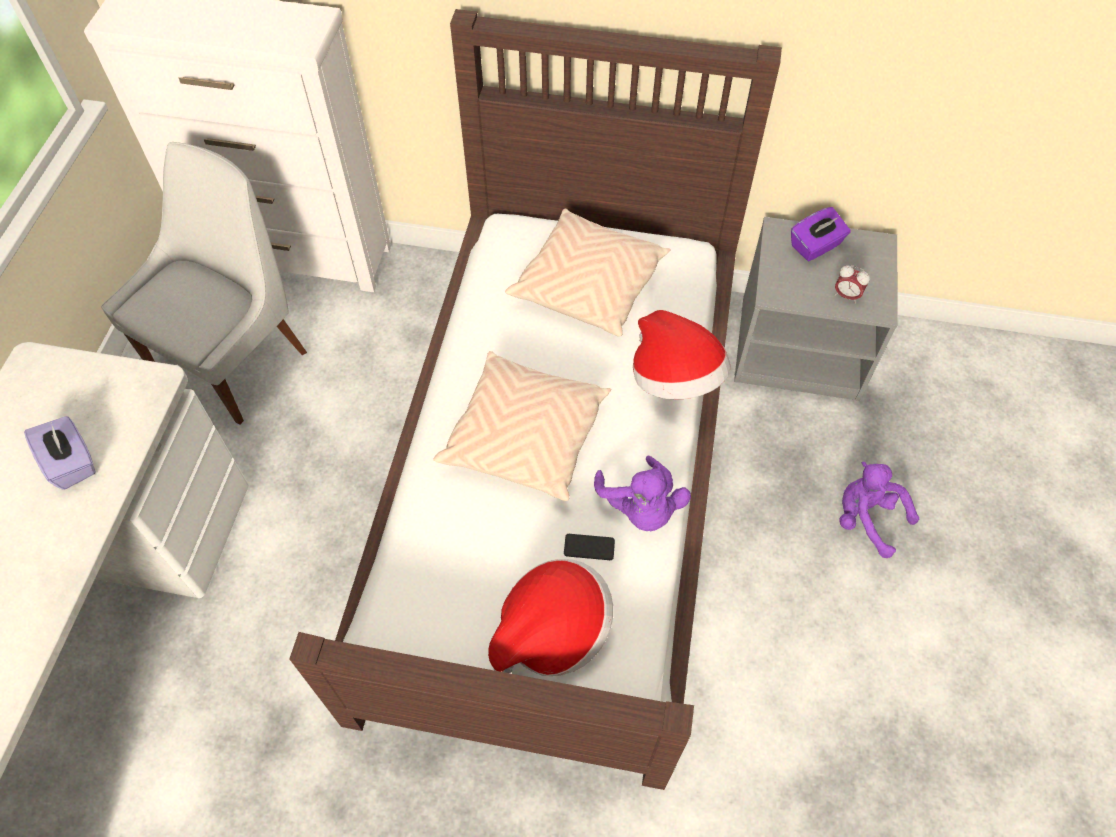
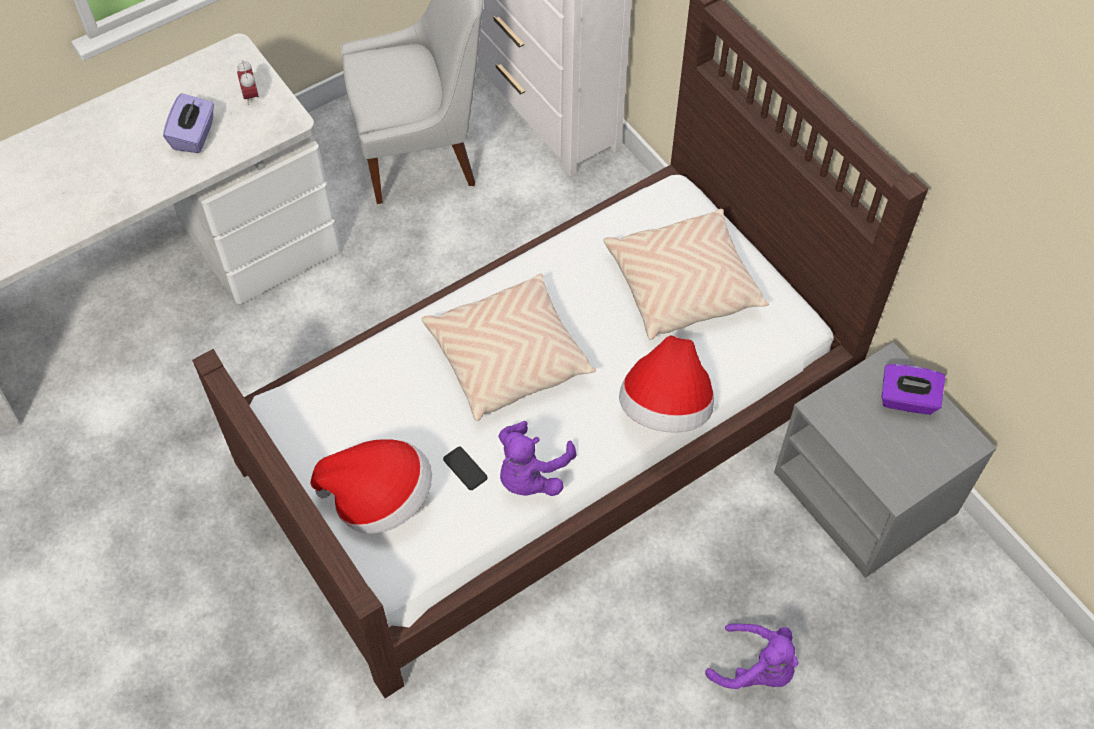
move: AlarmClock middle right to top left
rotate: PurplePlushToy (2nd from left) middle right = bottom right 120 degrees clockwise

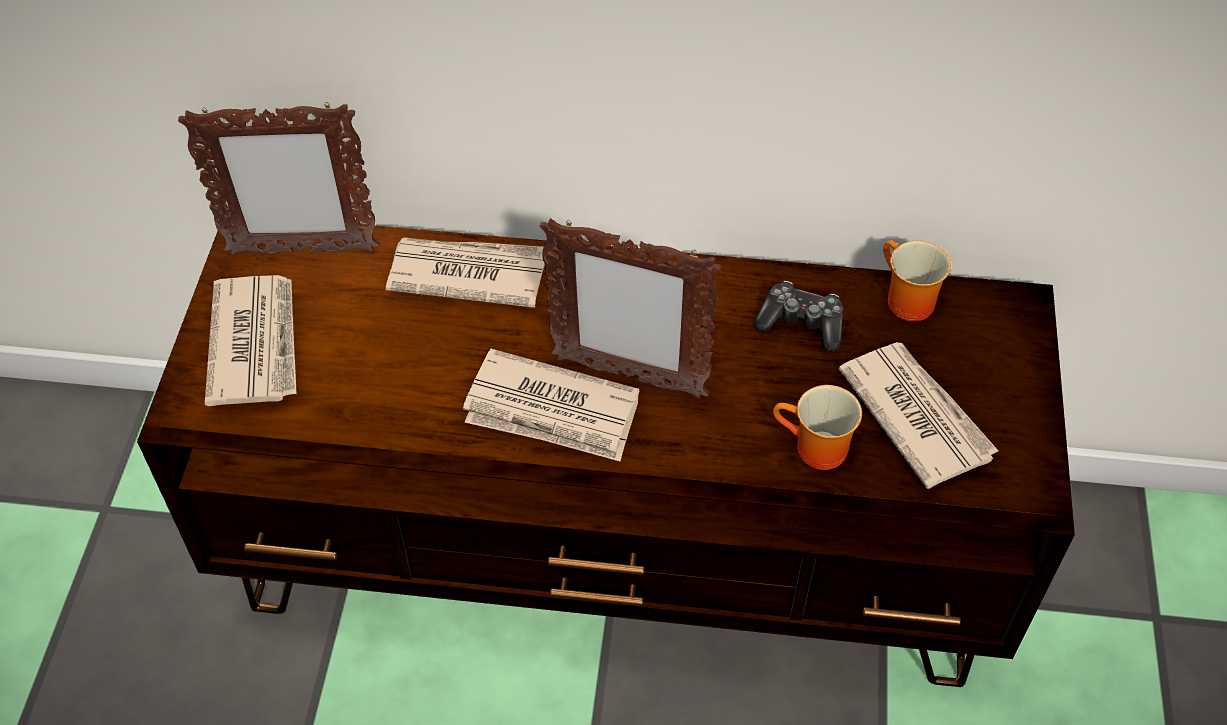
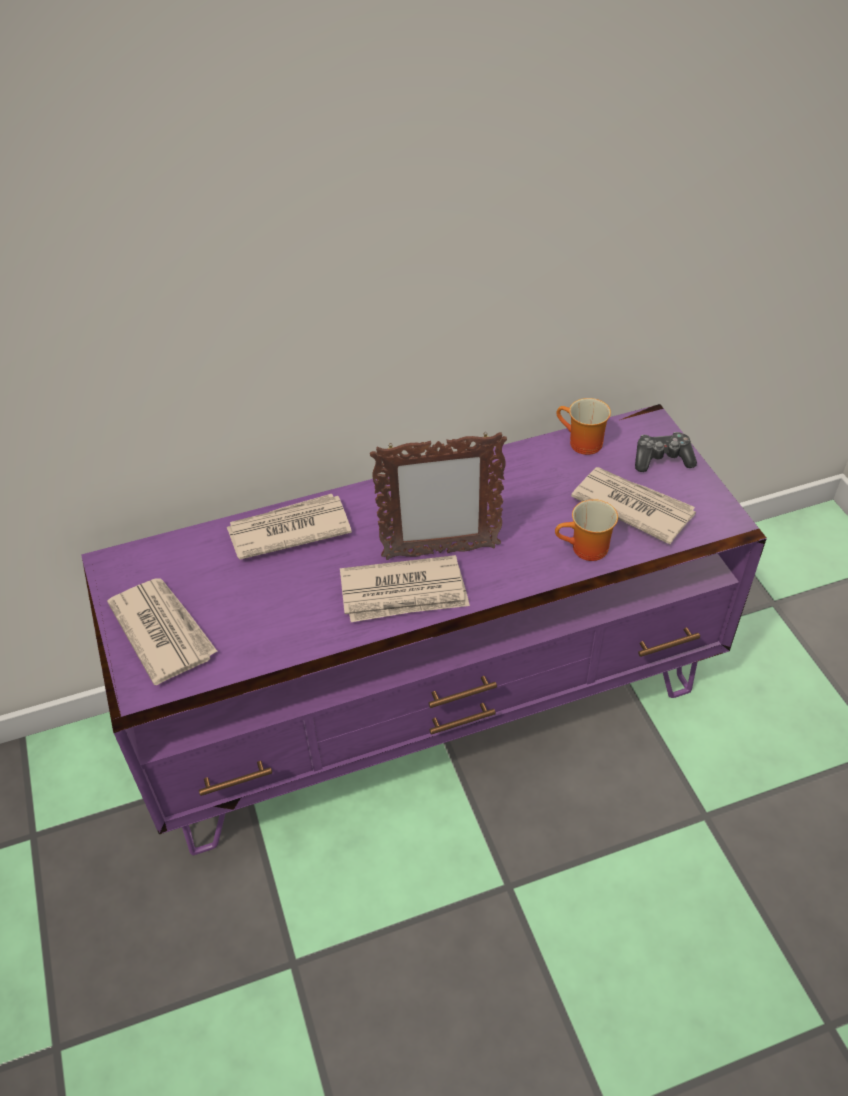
delete: PictureFrame (1st from left) top left
move: GameController centre to middle right
recolor: BrownTvStand centre to PurpleTvStand centre

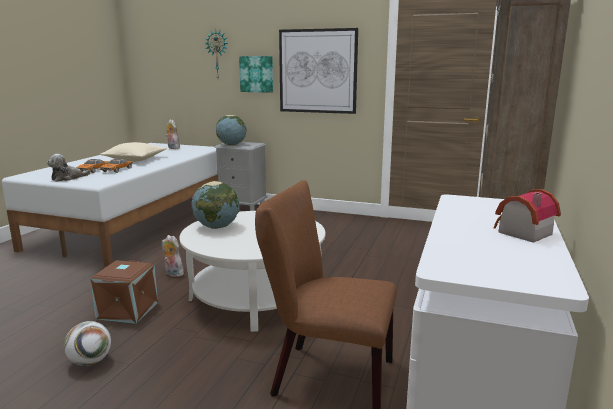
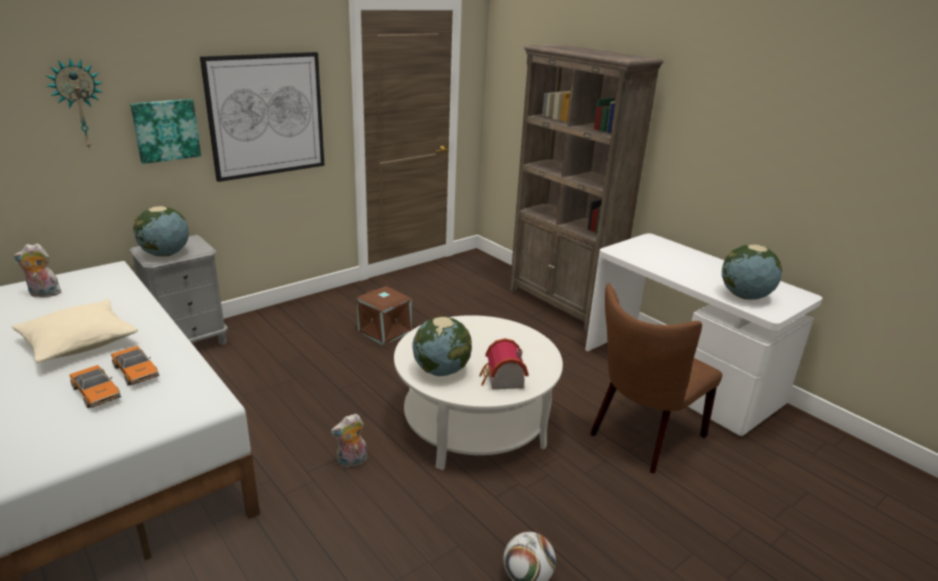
delete: PlushToy (1st from left) middle left
insert: Globe (3rd from left) middle right
move: BrownStorageBox bottom left to centre; ToyHouse middle right to centre

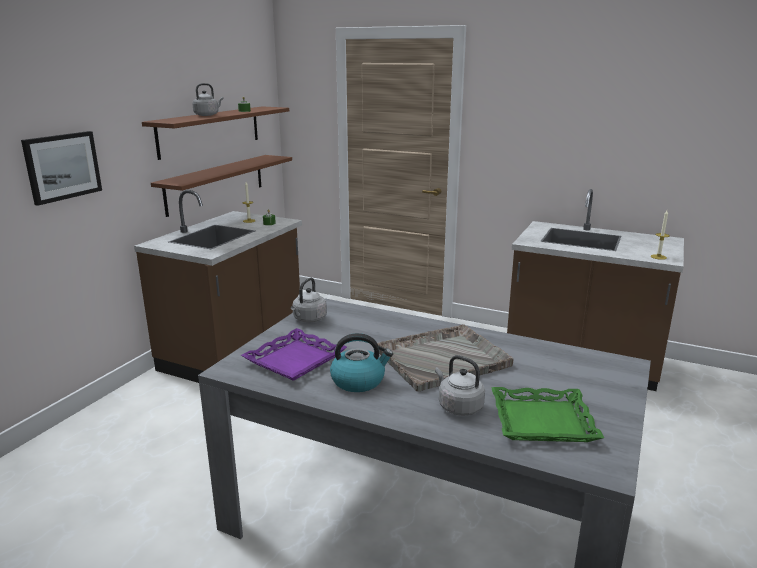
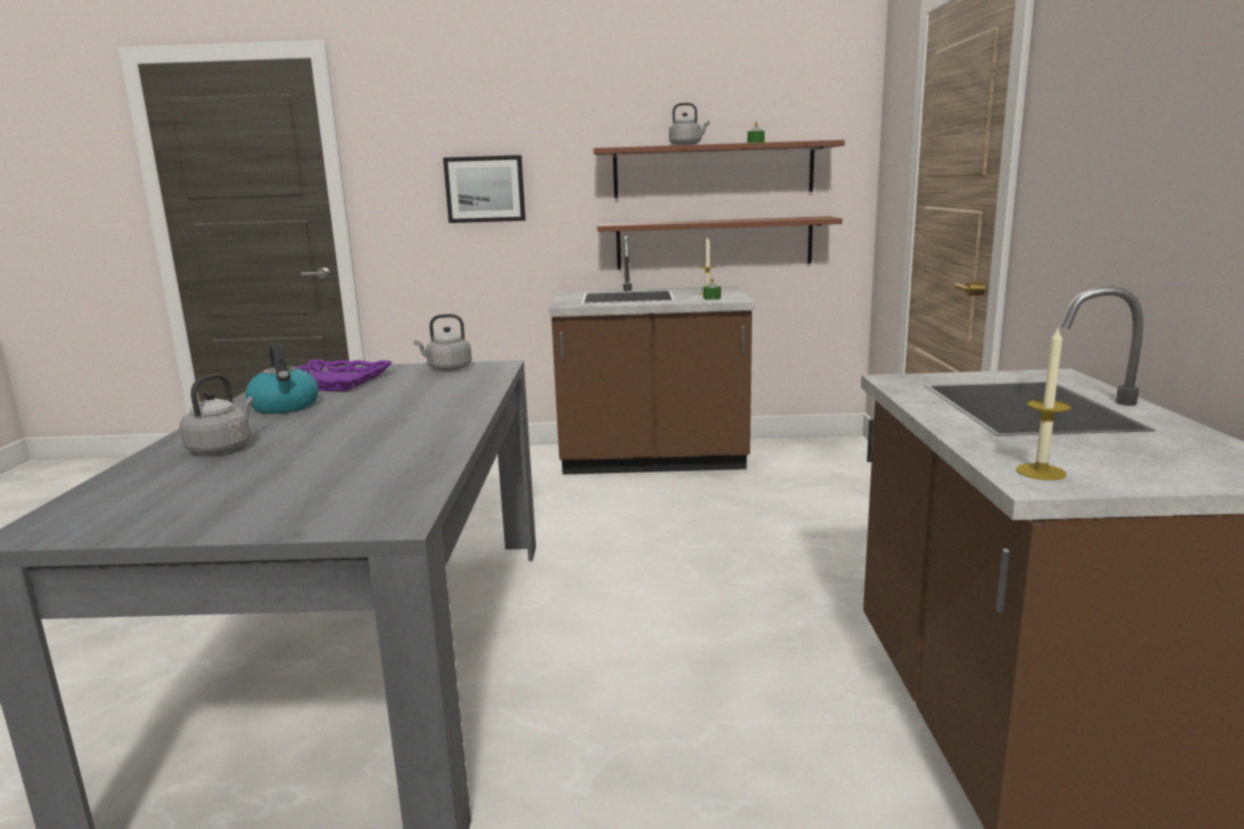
delete: GreyTray centre; GreenTray bottom right

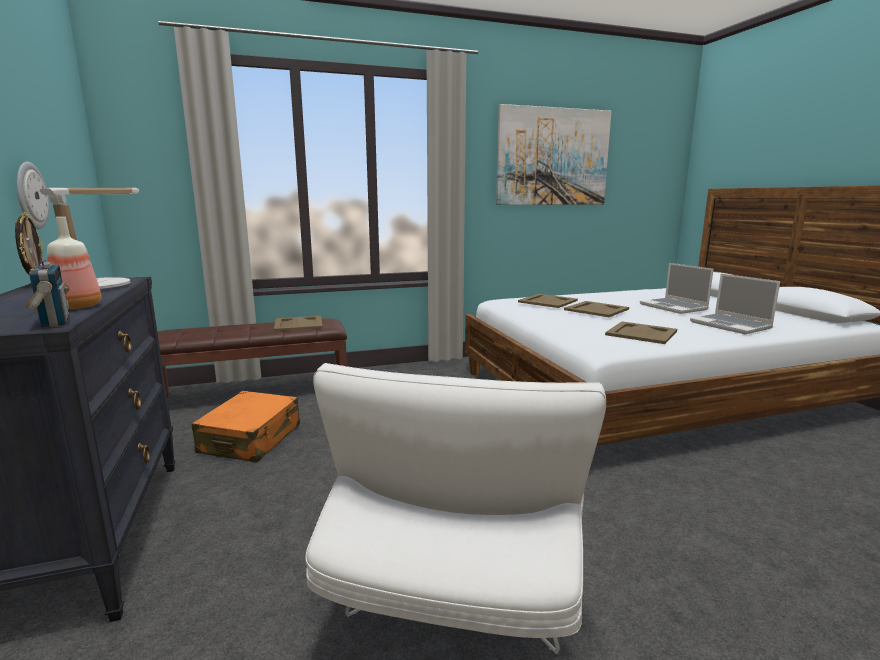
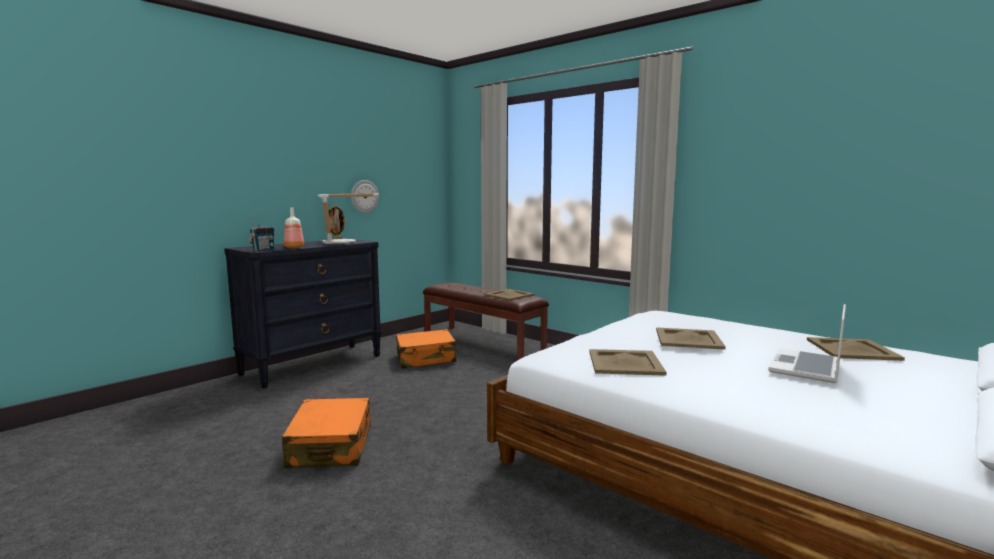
delete: Picture top centre; Laptop (2nd from left) middle right
move: BeigeTray (2nd from left in the first image) centre to BeigeTray (4th from left) middle right
replace: WhiteArmchair bottom centre to OrangeSuitcase (1st from left) bottom left

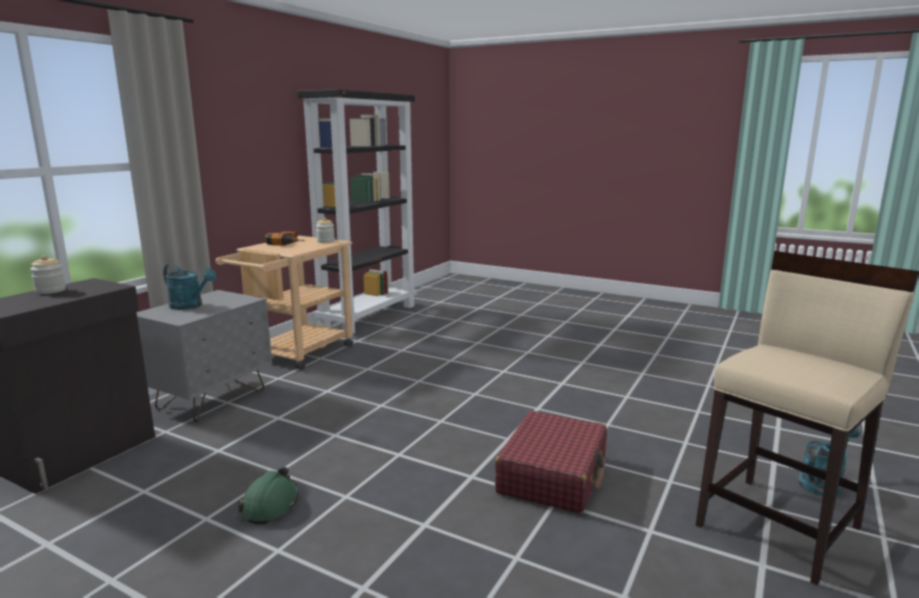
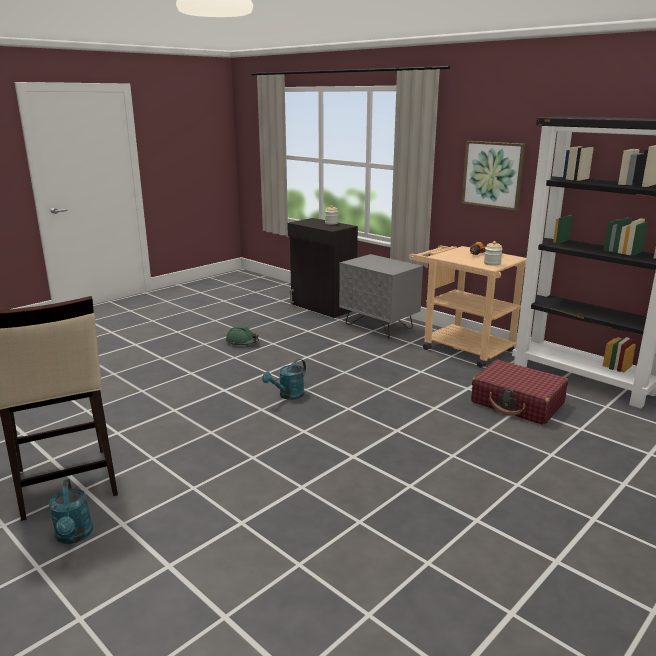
insert: Picture top right
move: TurquoiseWateringCan (1st from left in the first image) middle left to TurquoiseWateringCan (2nd from left) centre; RedSuitcase bottom centre to middle right

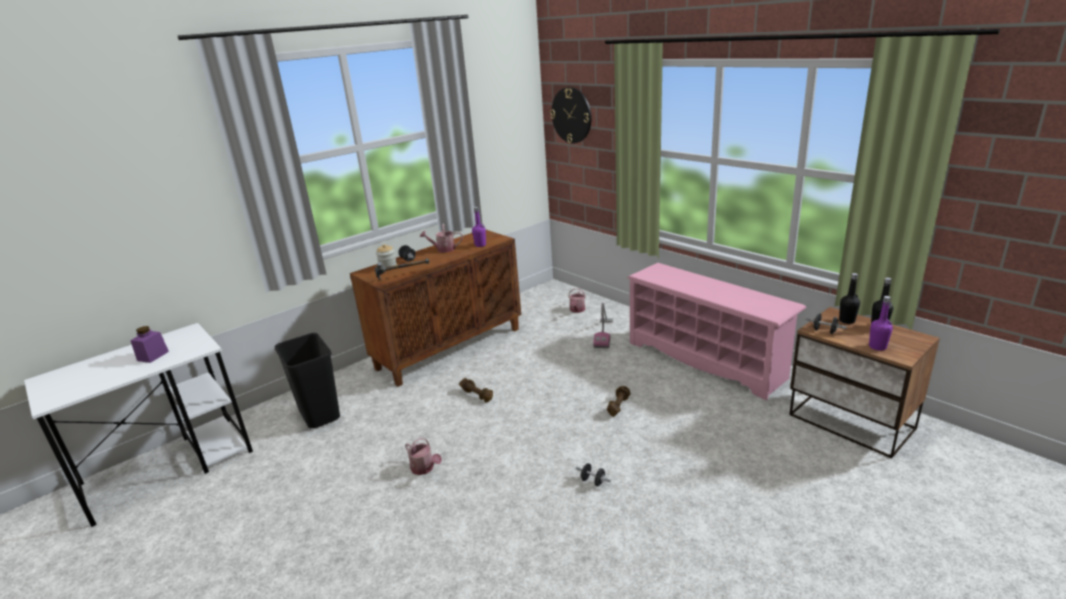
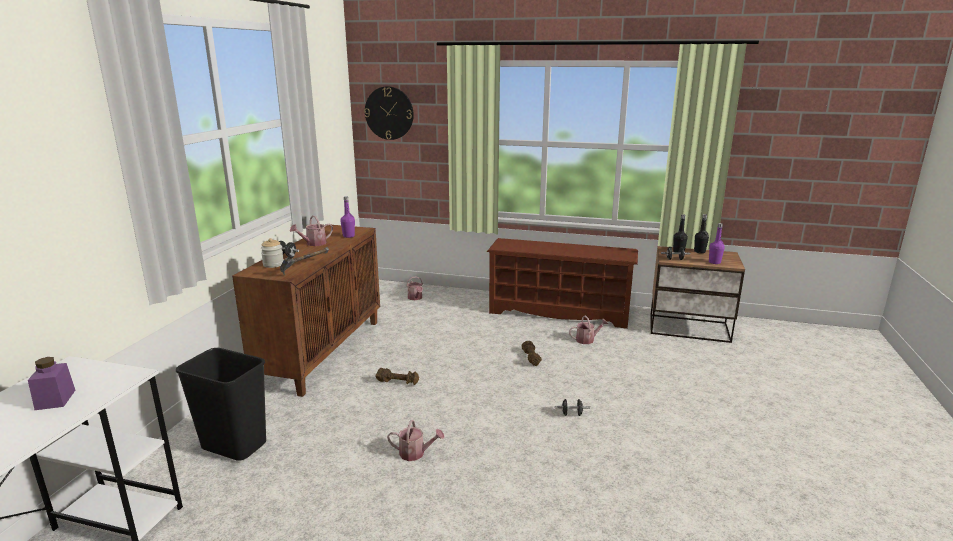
delete: VacuumCleaner centre
insert: WateringCan (4th from left) centre
recolor: PinkShoeRack middle right to BrownShoeRack centre

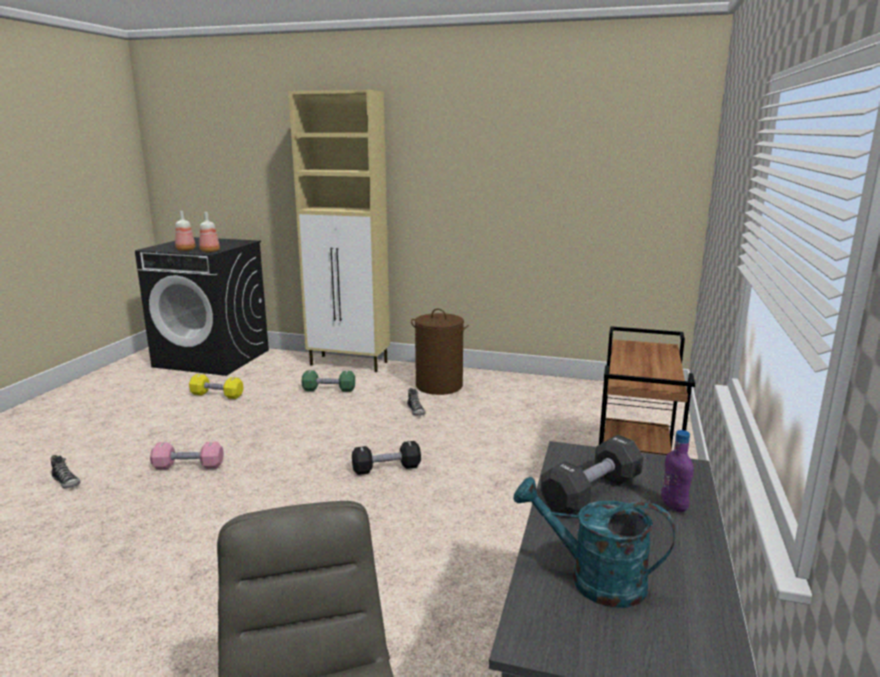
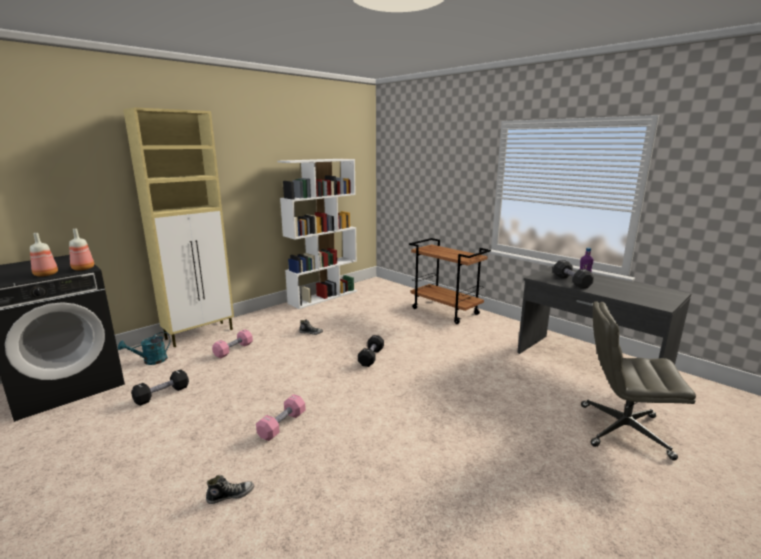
delete: BrownLaundryBasket centre
insert: WhiteBookcase centre
move: TurquoiseWateringCan bottom right to middle left
recolor: YellowDumbbell middle left to BlackDumbbell (1st from left) bottom left; GreenDumbbell centre to PinkDumbbell (1st from left) middle left

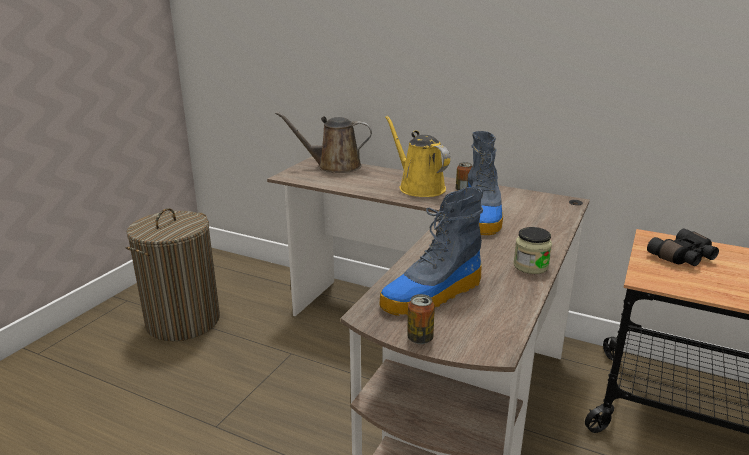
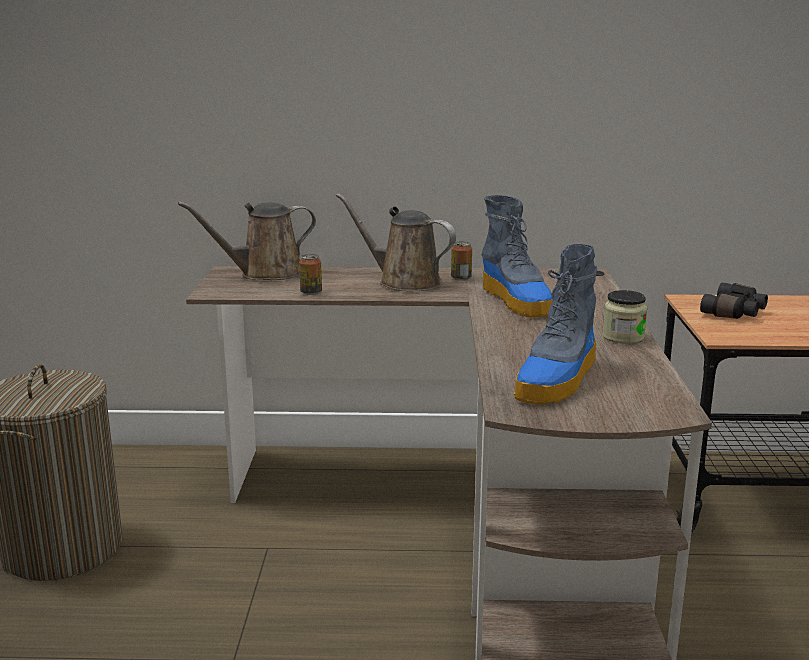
move: Can (1st from left) bottom centre to centre
recolor: YellowWateringCan centre to BrownWateringCan (2nd from left) centre

